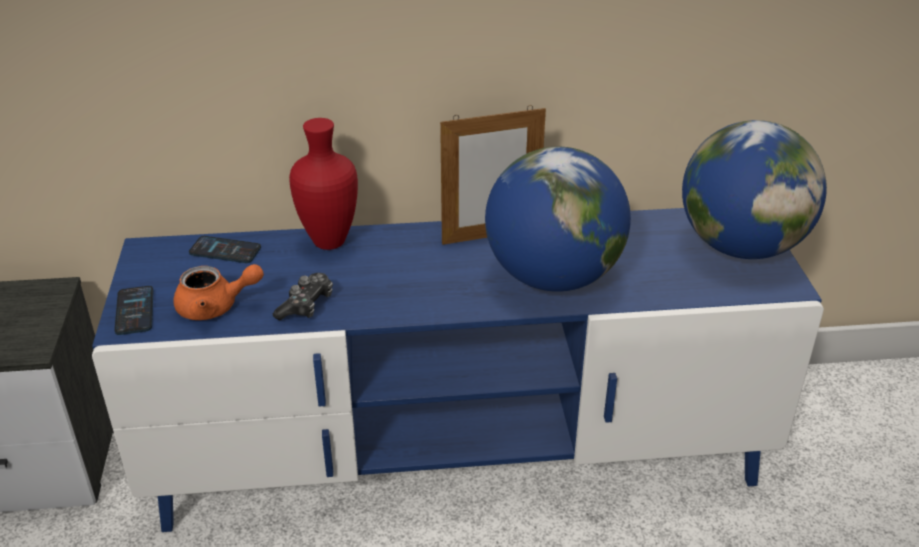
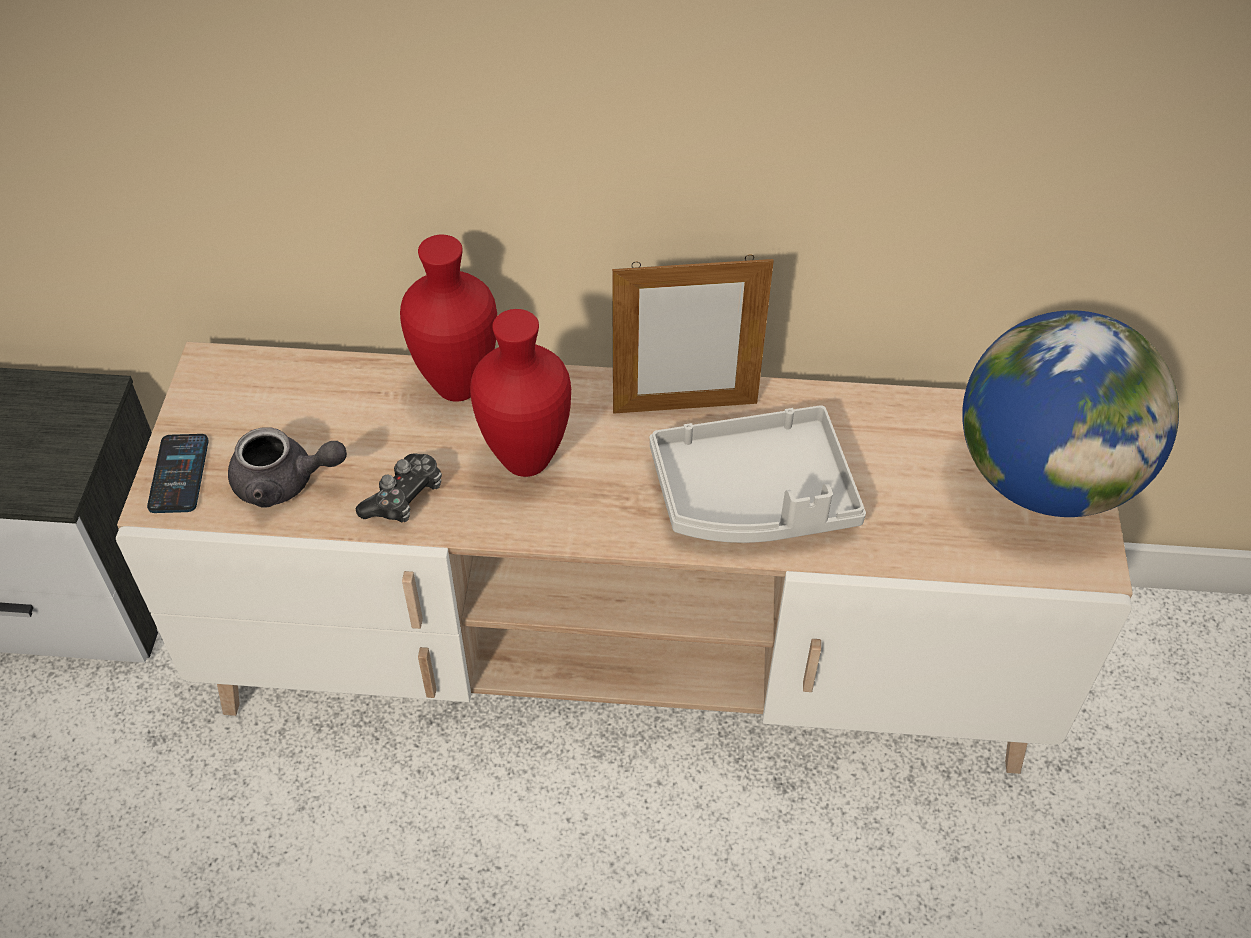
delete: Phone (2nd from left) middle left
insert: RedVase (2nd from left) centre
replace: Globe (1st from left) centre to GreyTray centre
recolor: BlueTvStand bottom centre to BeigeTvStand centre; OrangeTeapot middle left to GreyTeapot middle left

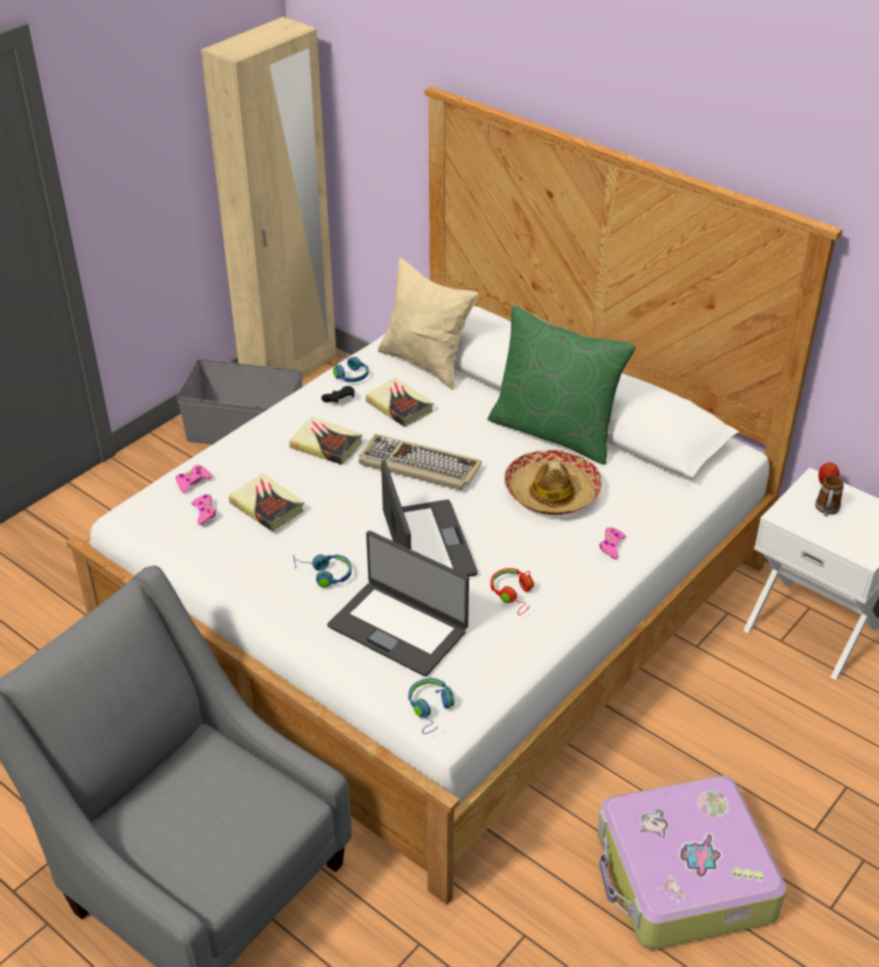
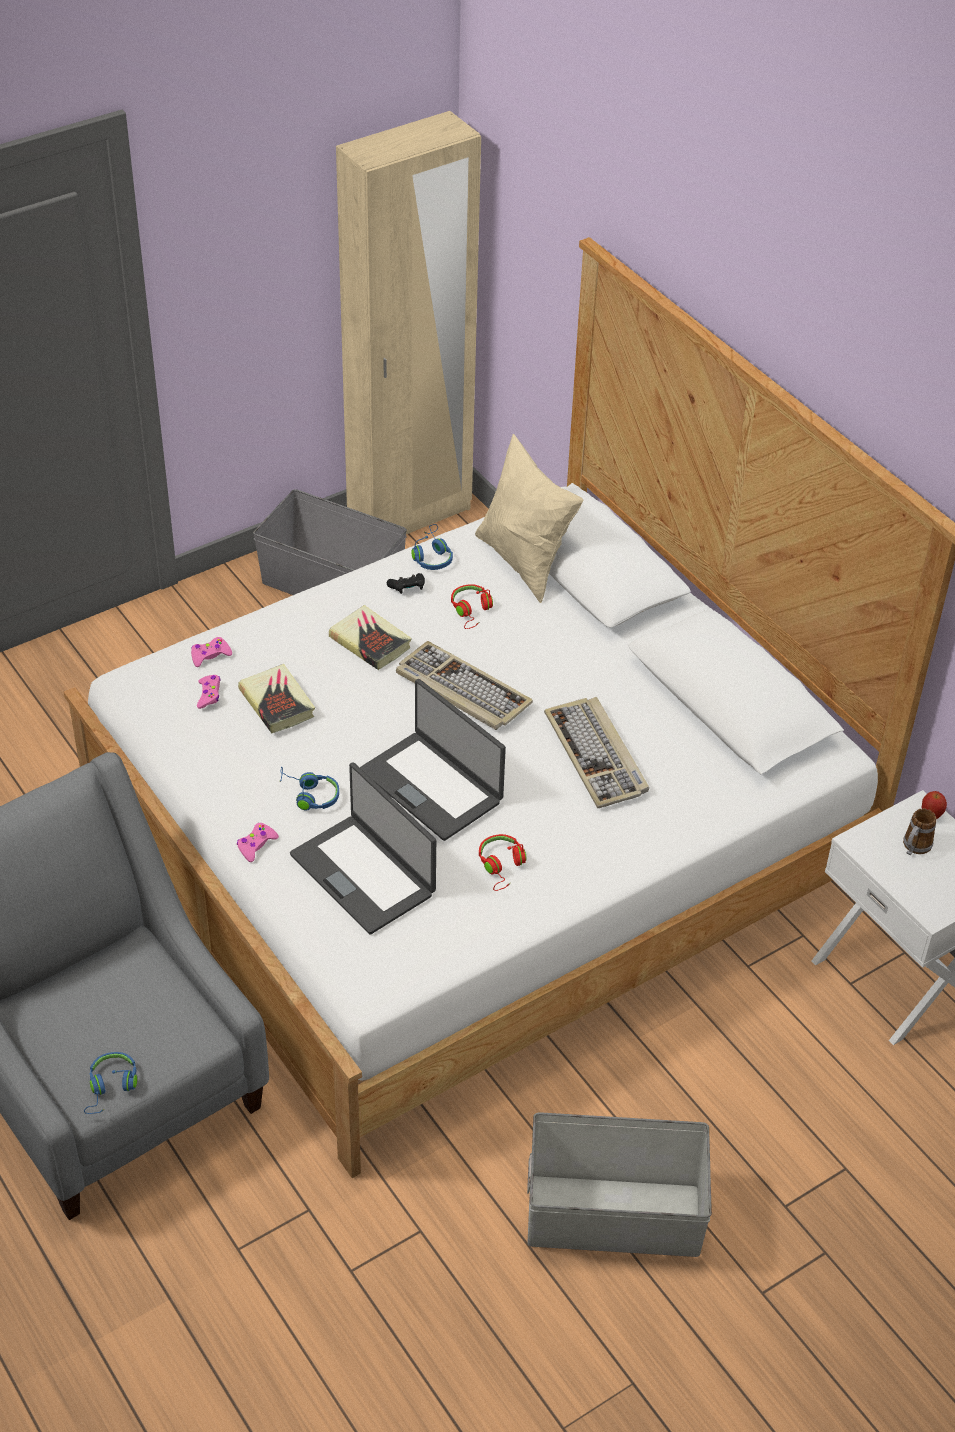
delete: GreenPillow centre
move: BlueHeadphones (3rd from left in the first image) bottom centre to BlueHeadphones (1st from left) bottom left; PinkGameController (3rd from left) middle right to middle left
replace: Book (3rd from left) centre to RedHeadphones (1st from left) centre; Suitcase bottom right to GreyStorageBox (2nd from left) bottom centre; Hat centre to Keyboard (2nd from left) centre
rotate: Laptop (2nd from left) centre = centre 135 degrees clockwise

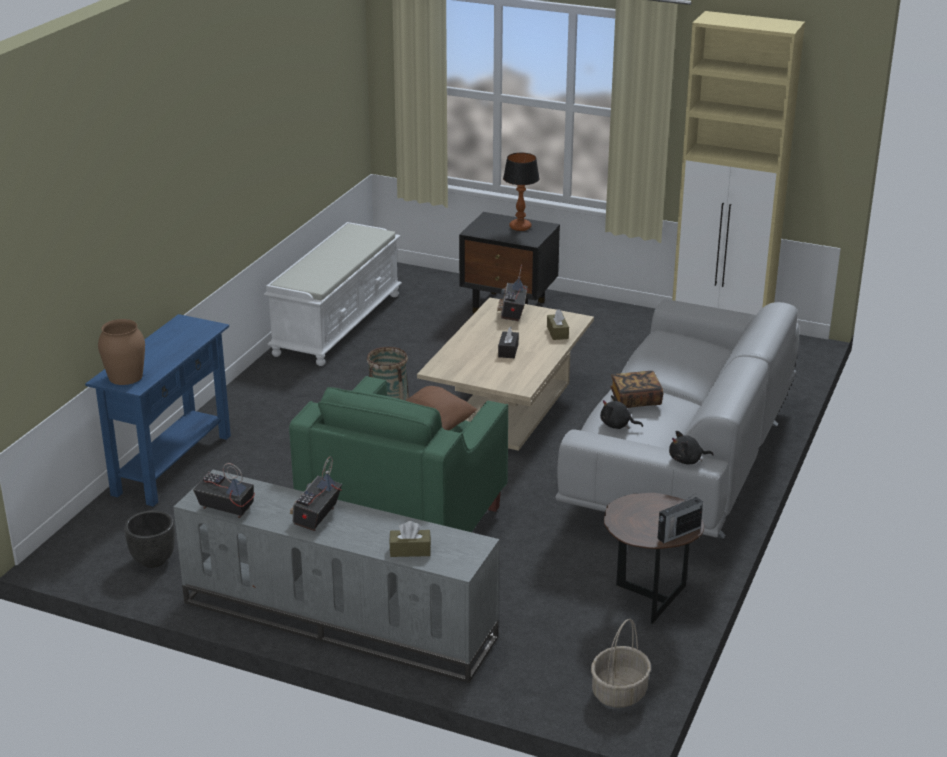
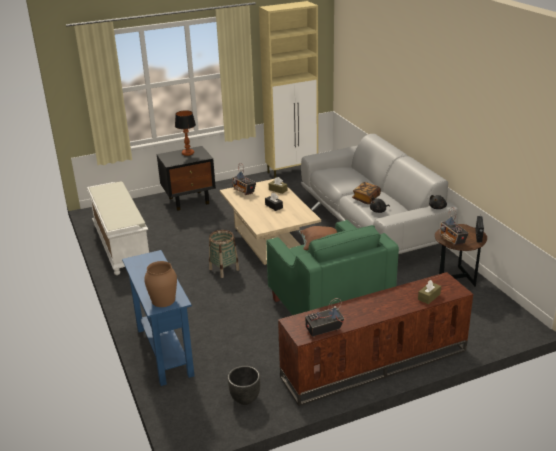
delete: Basket (2nd from left) bottom centre
move: Radio (2nd from left in the first image) centre to Radio (3rd from left) middle right
recolor: GreyTvStand bottom centre to BrownTvStand bottom right

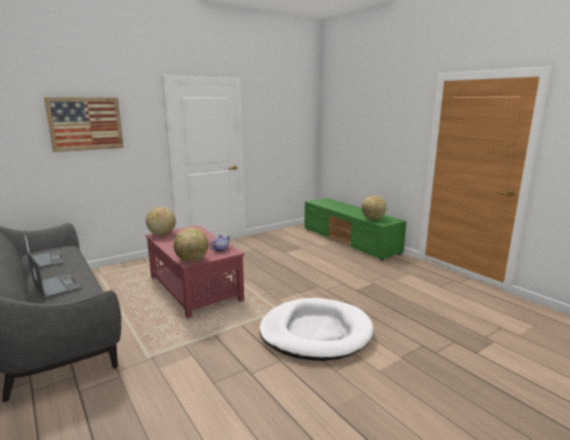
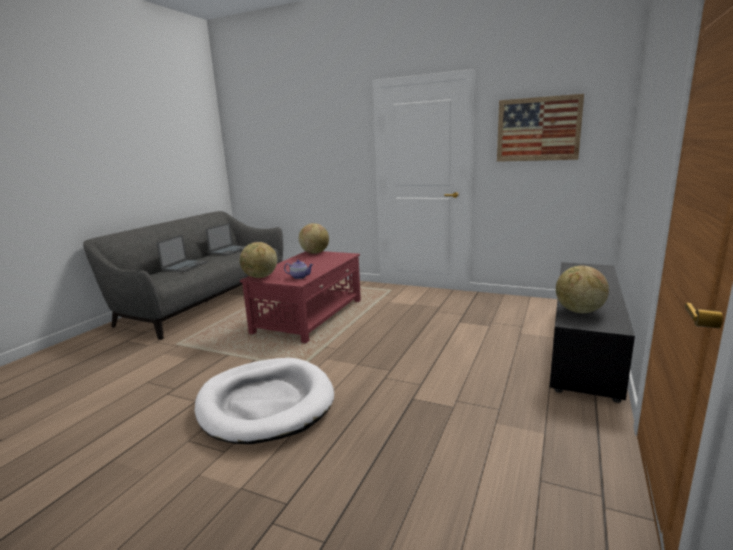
move: Picture top left to top right
recolor: GreenTvStand centre to BlackTvStand middle right

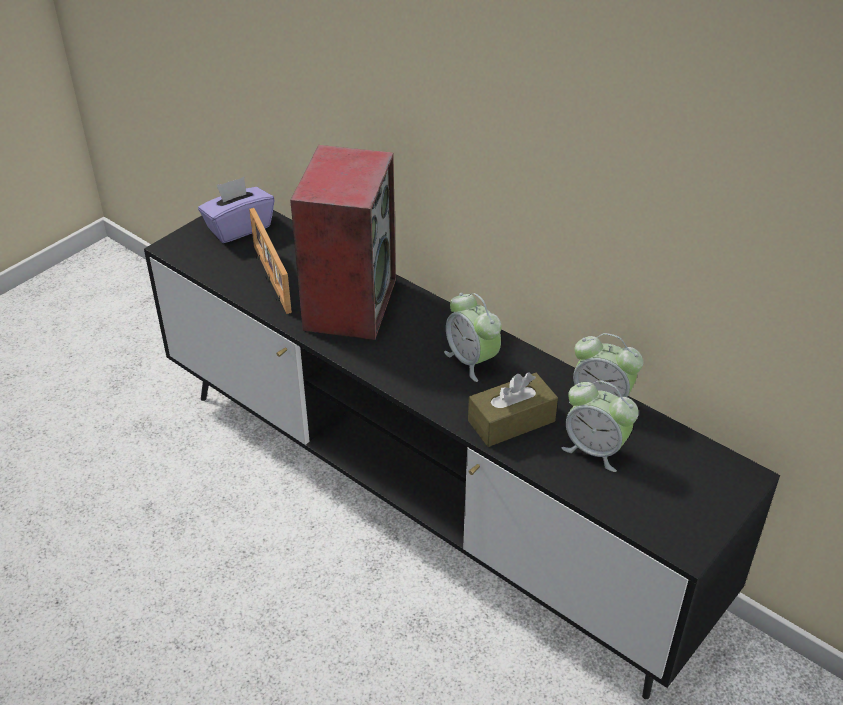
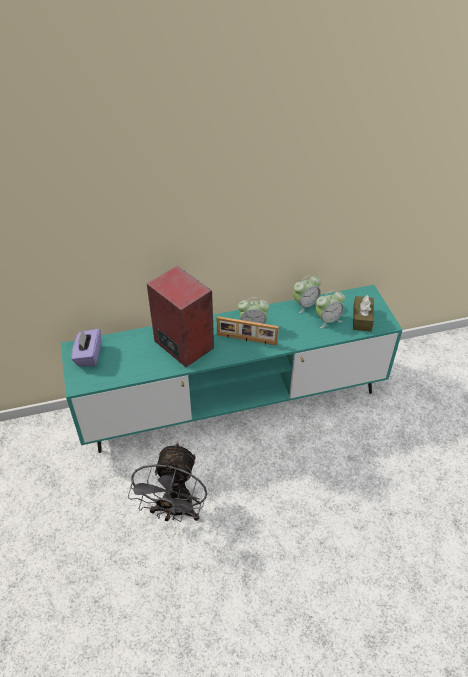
insert: GreyFan bottom centre
move: PictureFrame middle left to centre; BrownTissueBox centre to middle right
recolor: BlackTvStand centre to TurquoiseTvStand centre

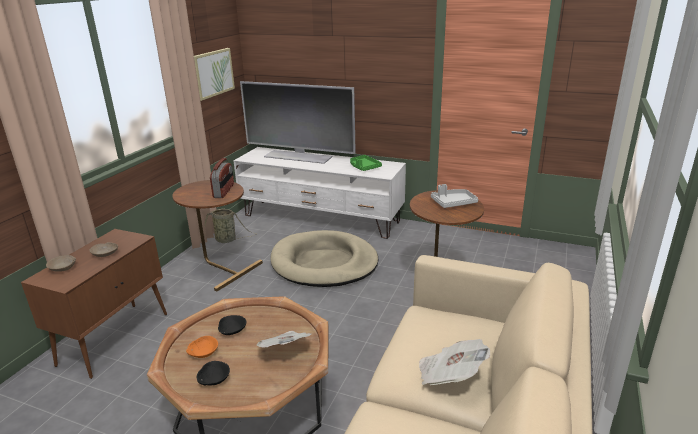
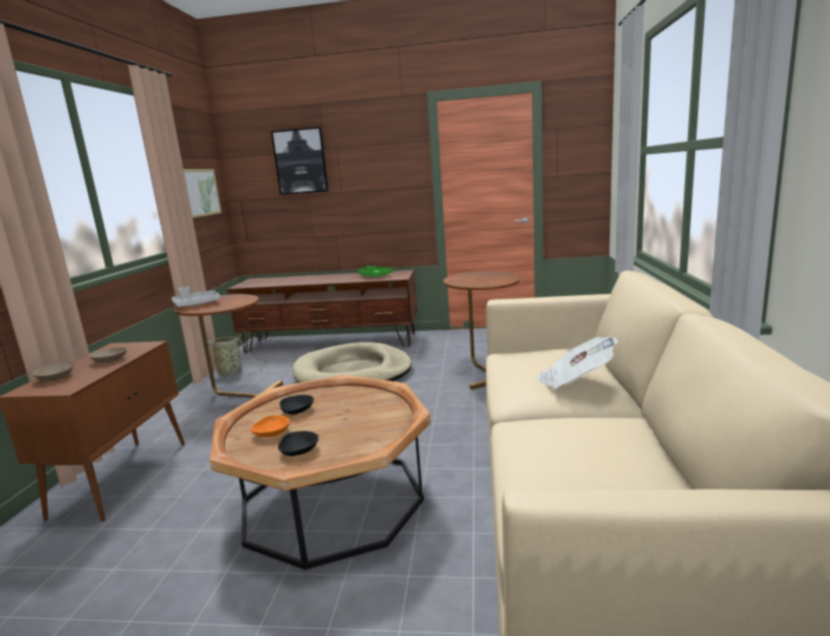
delete: Radio middle left; Television top centre; Newspaper (1st from left) bottom centre
insert: Picture (2nd from left) top centre
move: GreyTray centre to middle left
recolor: WhiteTvStand centre to BrownTvStand centre

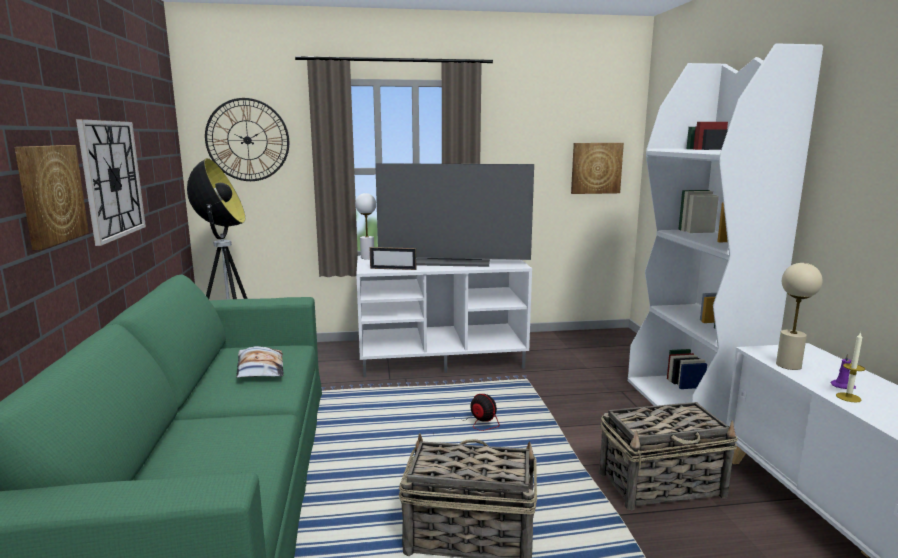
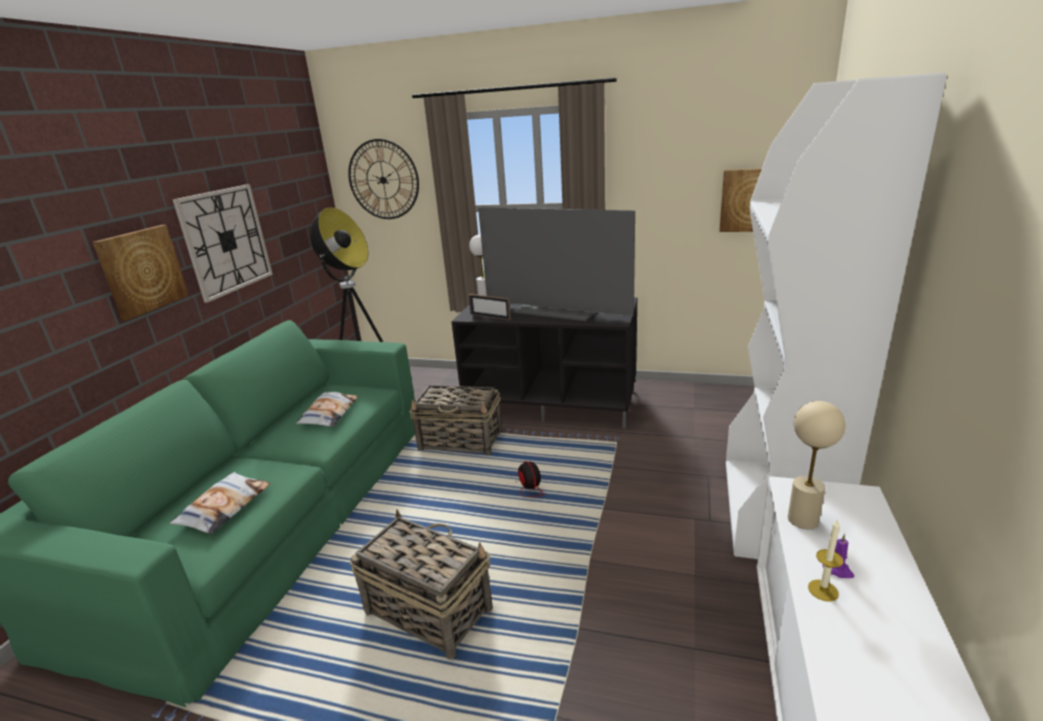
insert: Pillow (1st from left) bottom left
move: Basket (2nd from left) bottom right to centre
recolor: WhiteTvStand centre to BlackTvStand centre

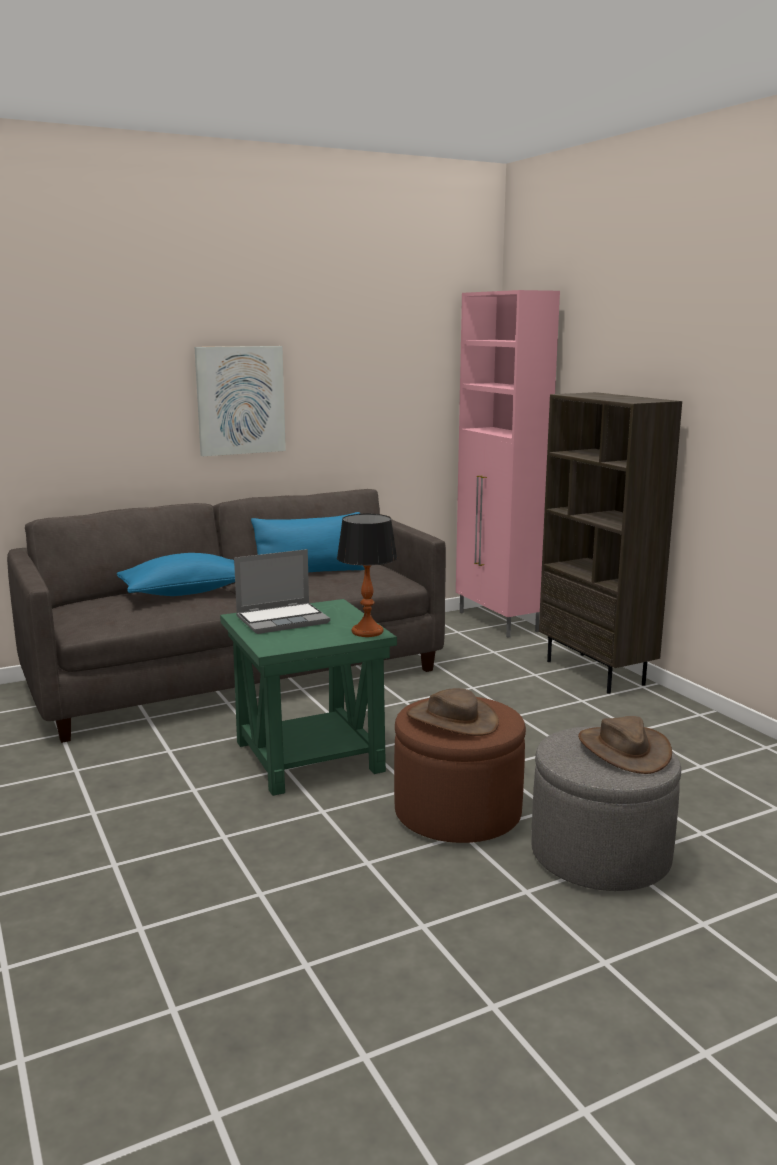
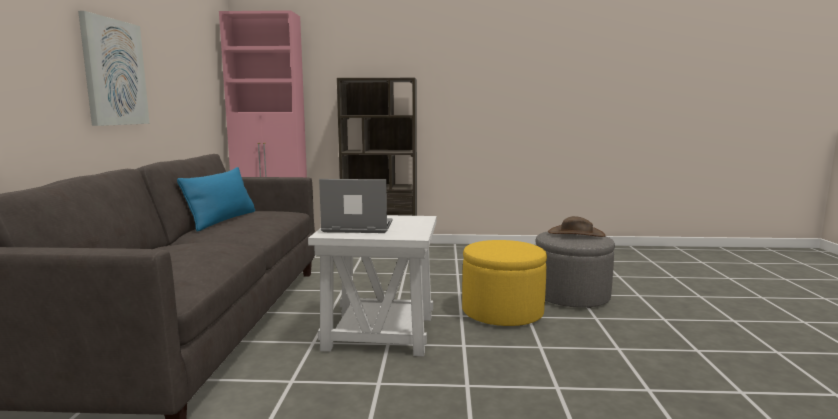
delete: BluePillow (1st from left) middle left; TableLamp centre; BrownHat (1st from left) centre
recolor: GreenSideTable centre to WhiteSideTable bottom centre; BrownOttoman centre to YellowOttoman bottom centre
rotate: Laptop centre = centre 90 degrees counterclockwise

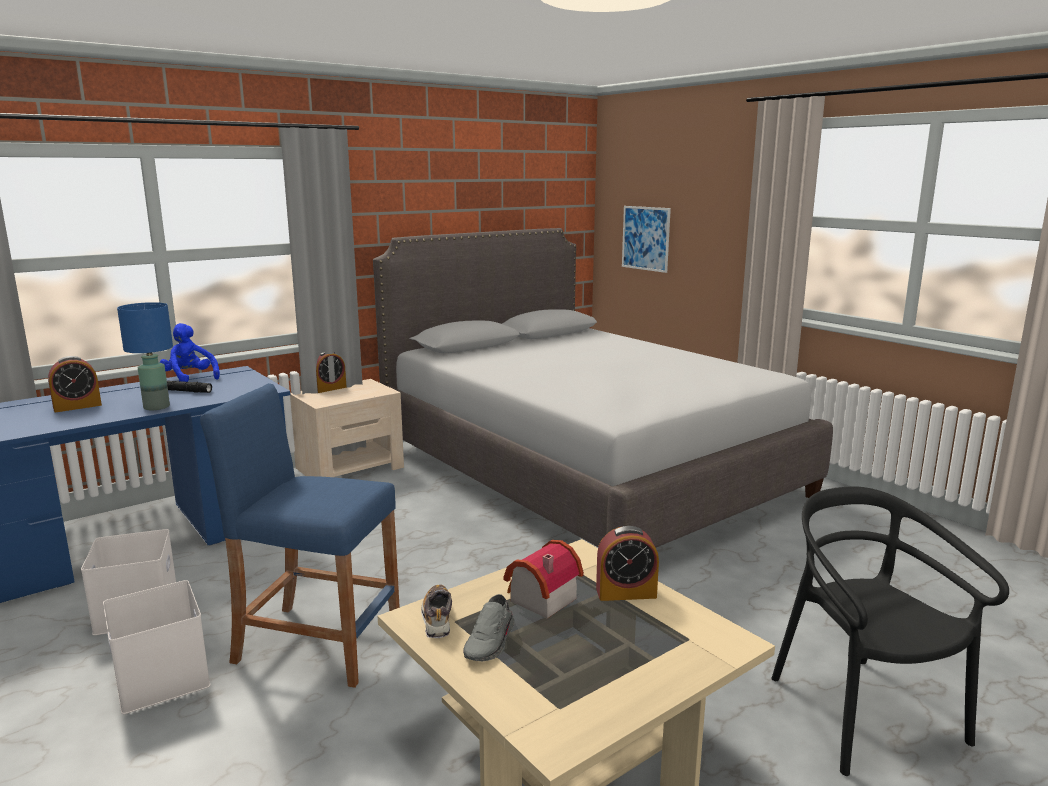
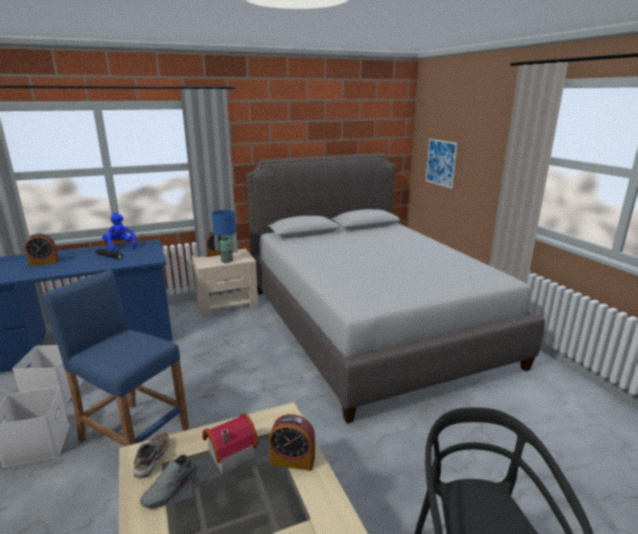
move: BlueTableLamp middle left to centre

